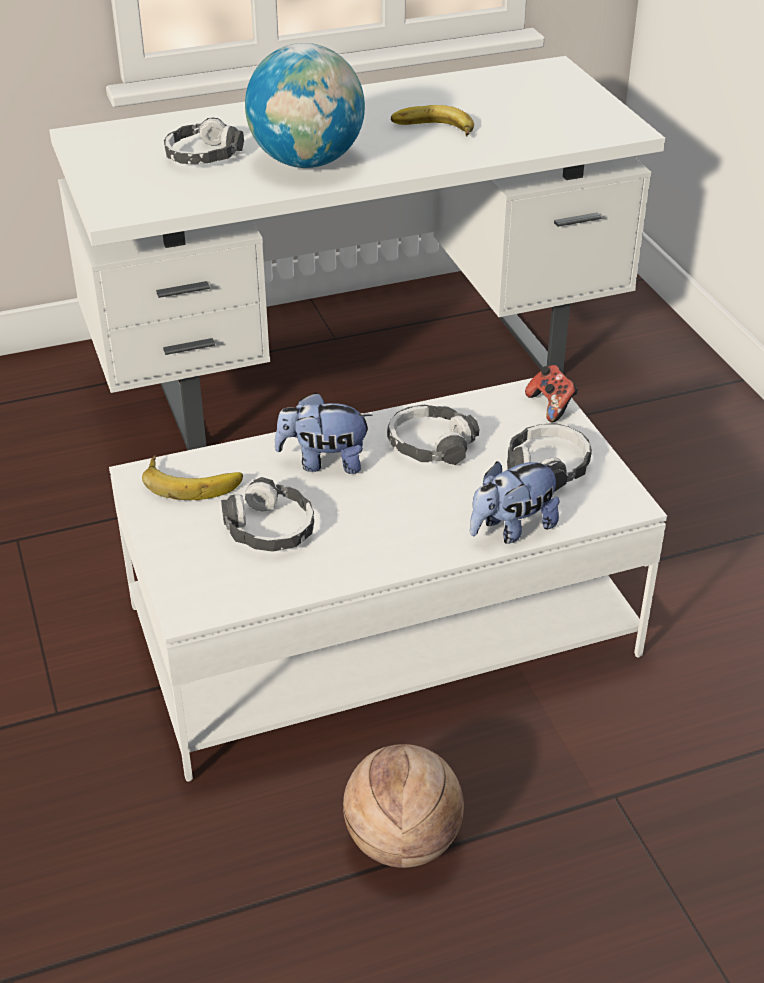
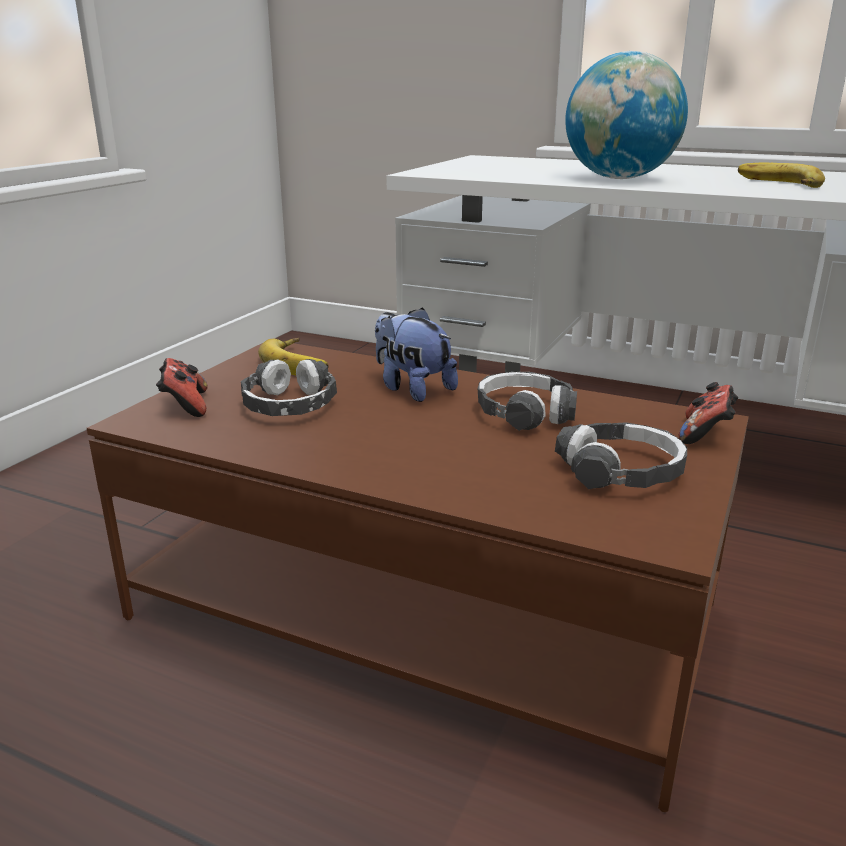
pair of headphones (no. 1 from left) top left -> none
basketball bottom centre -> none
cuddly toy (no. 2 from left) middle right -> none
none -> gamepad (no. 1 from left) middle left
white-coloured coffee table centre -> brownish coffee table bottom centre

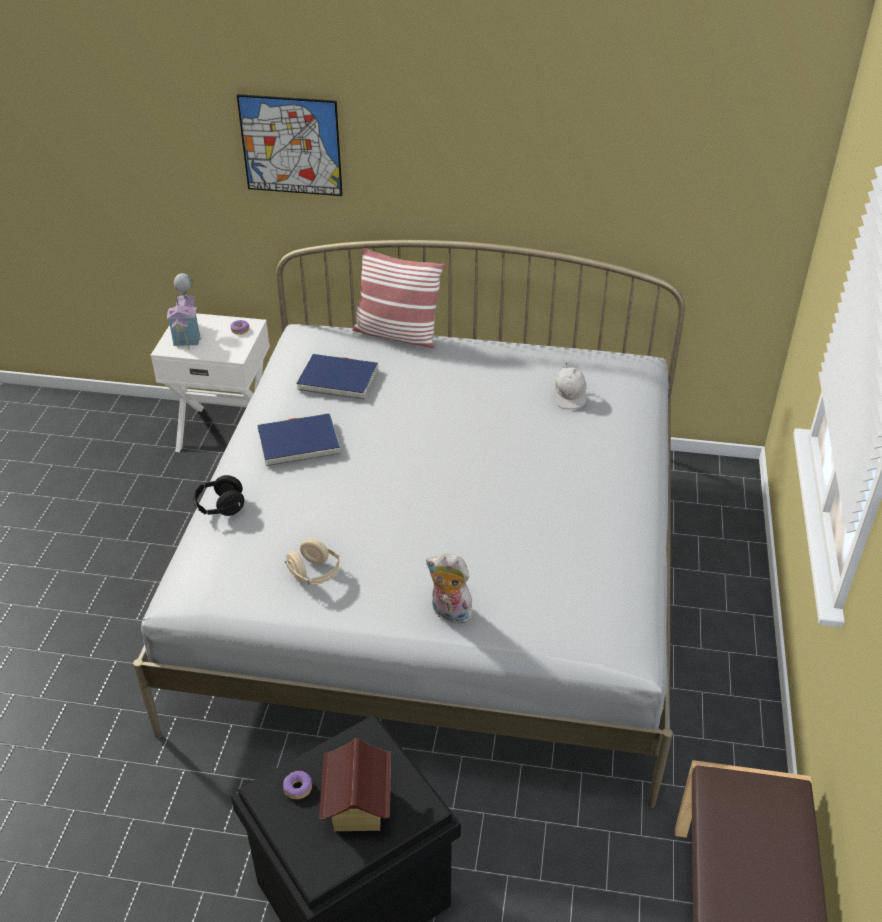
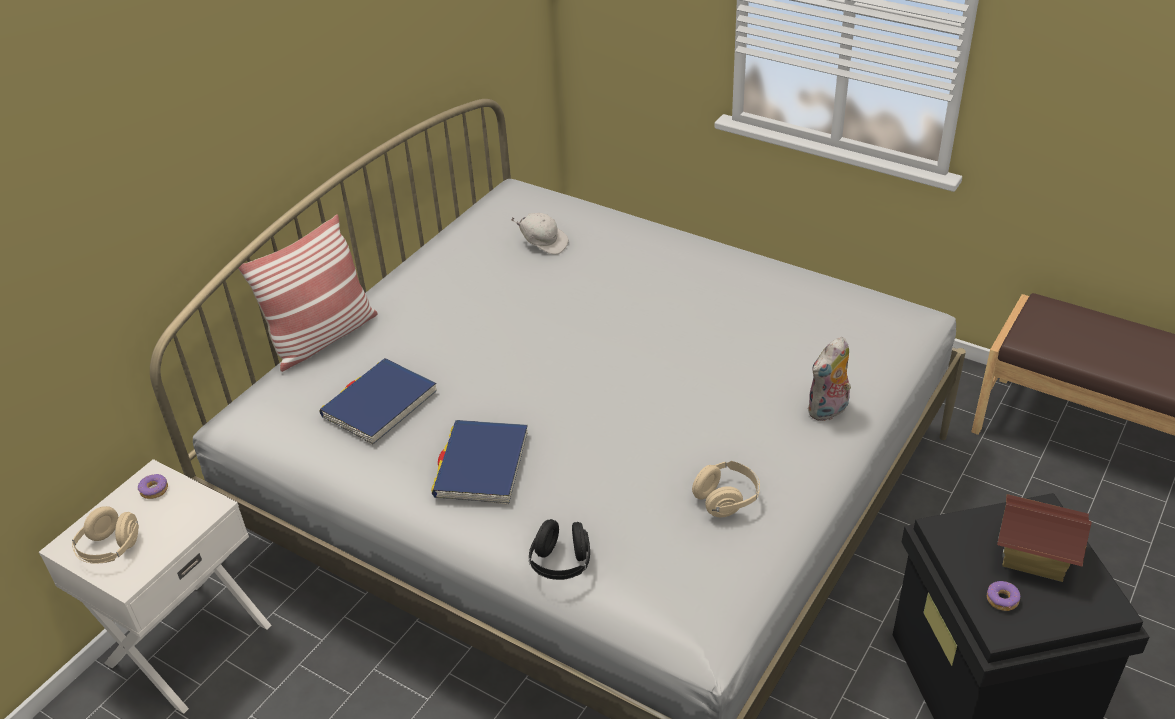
wall art top left -> none
model house (no. 1 from left) middle left -> sand-coloured pair of headphones (no. 1 from left) bottom left

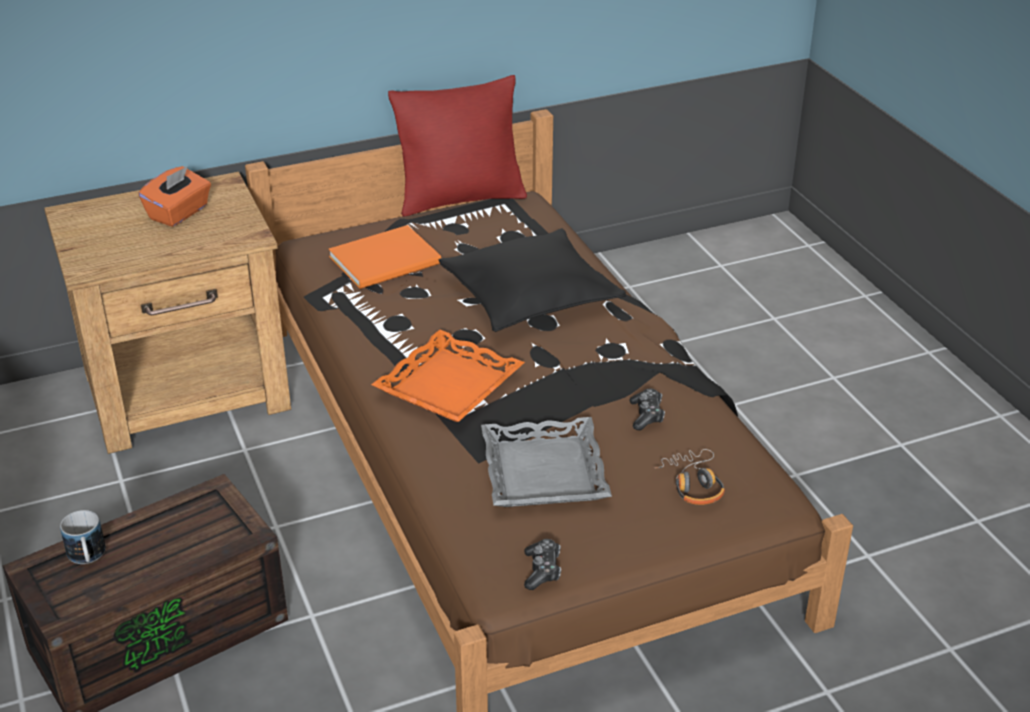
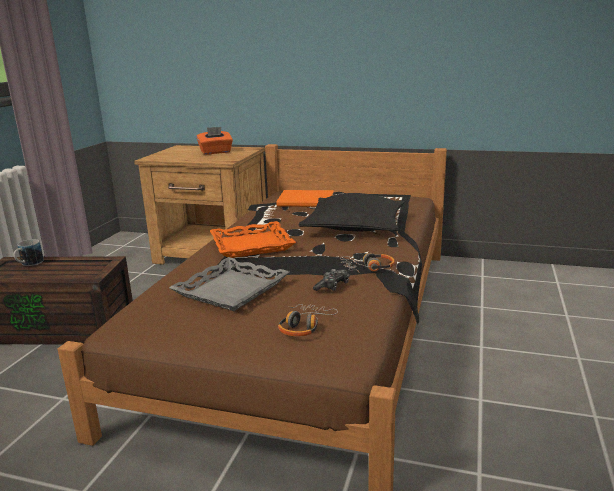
reddish throw pillow top centre -> none
gamepad (no. 1 from left) bottom centre -> none
none -> pair of headphones (no. 2 from left) centre

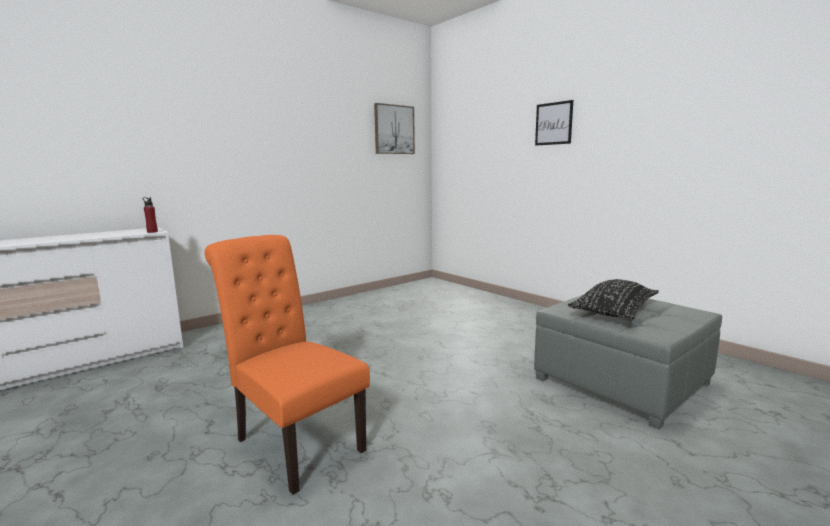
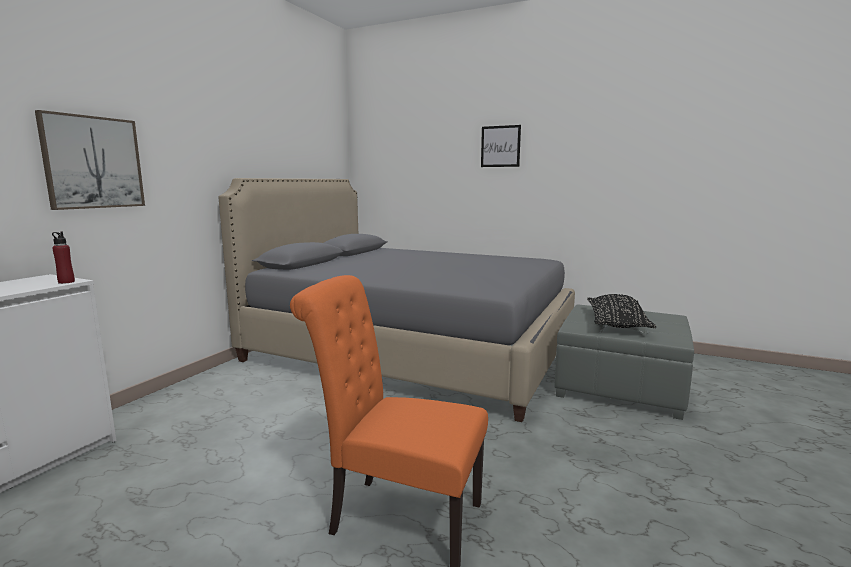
none -> grey bed centre
wall art (no. 1 from left) top centre -> wall art (no. 1 from left) top left, relocated

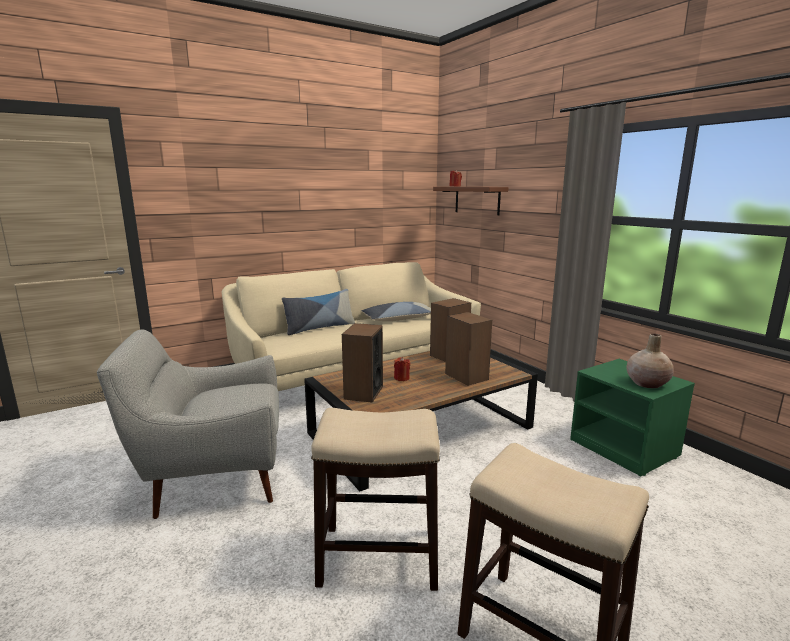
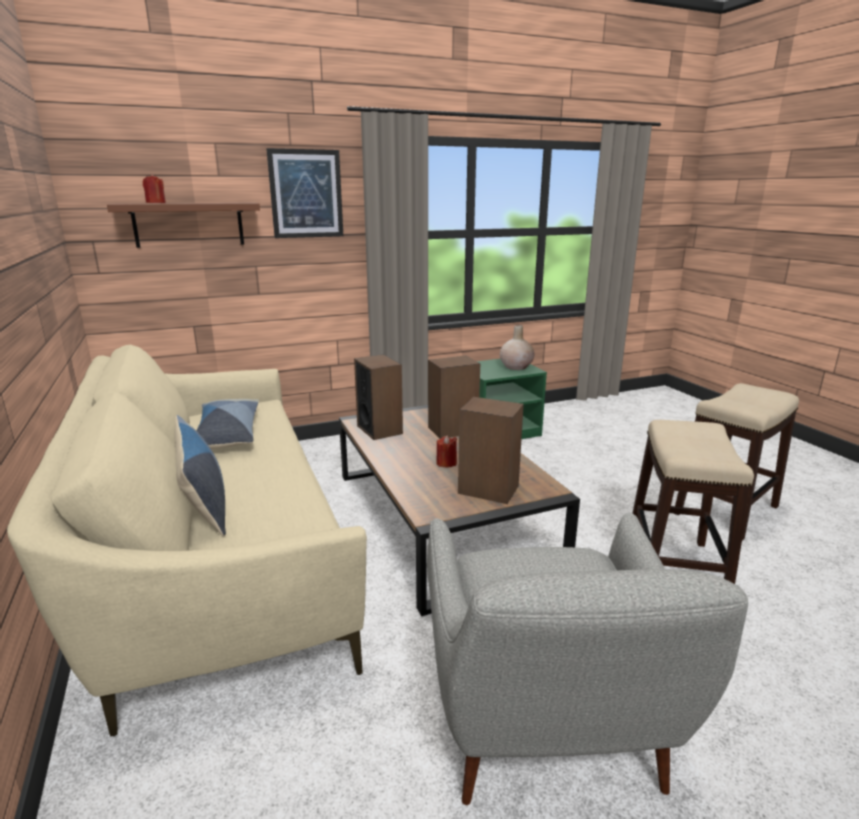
none -> wall art top centre

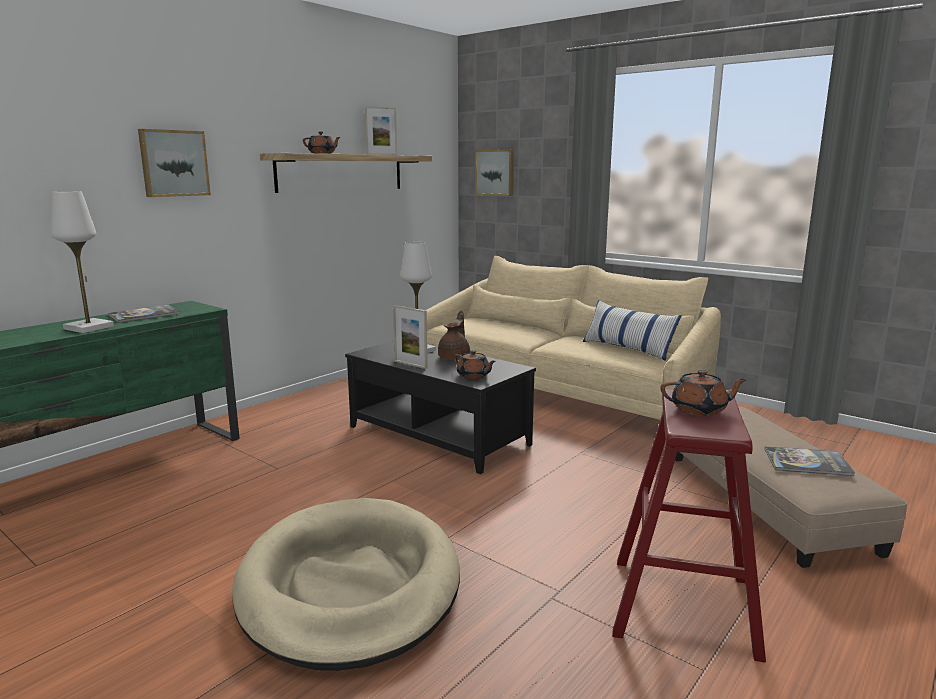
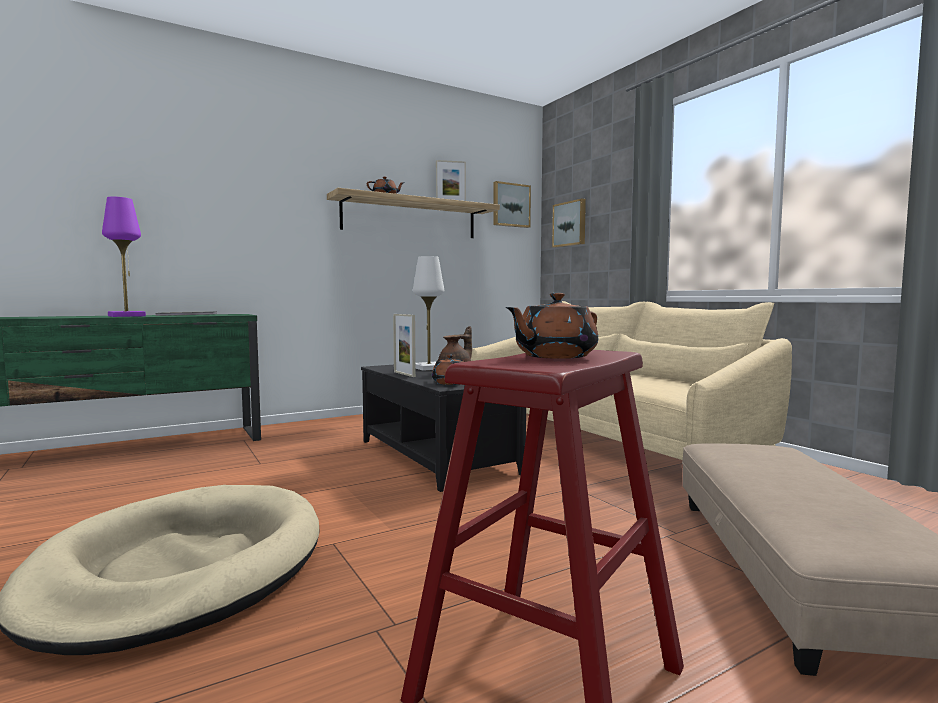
throw pillow middle right -> none
volume (no. 2 from left) middle right -> none
wall art (no. 1 from left) top left -> wall art (no. 1 from left) top centre, relocated
white-coloured lamp for a table (no. 1 from left) middle left -> purple lamp for a table middle left
brownish pot for tea (no. 4 from left) middle right -> brownish pot for tea (no. 4 from left) centre, 120 degrees clockwise

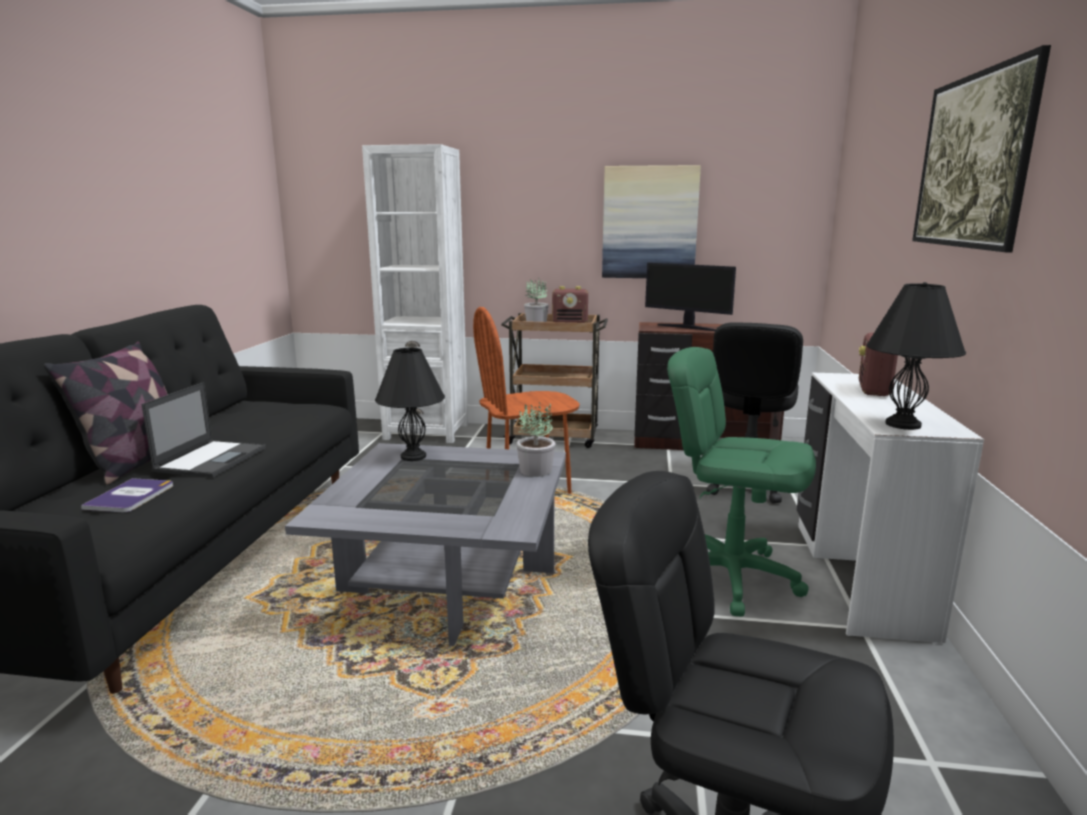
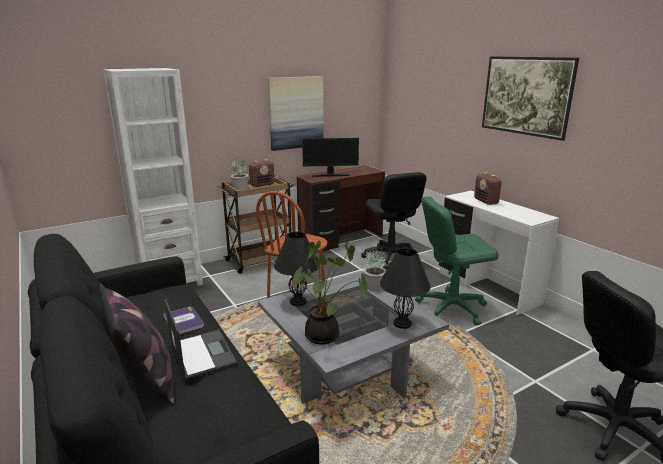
none -> plant in a pot (no. 2 from left) centre
volume middle left -> volume bottom left, relocated
blackish lamp for a table (no. 2 from left) middle right -> blackish lamp for a table (no. 2 from left) centre, relocated

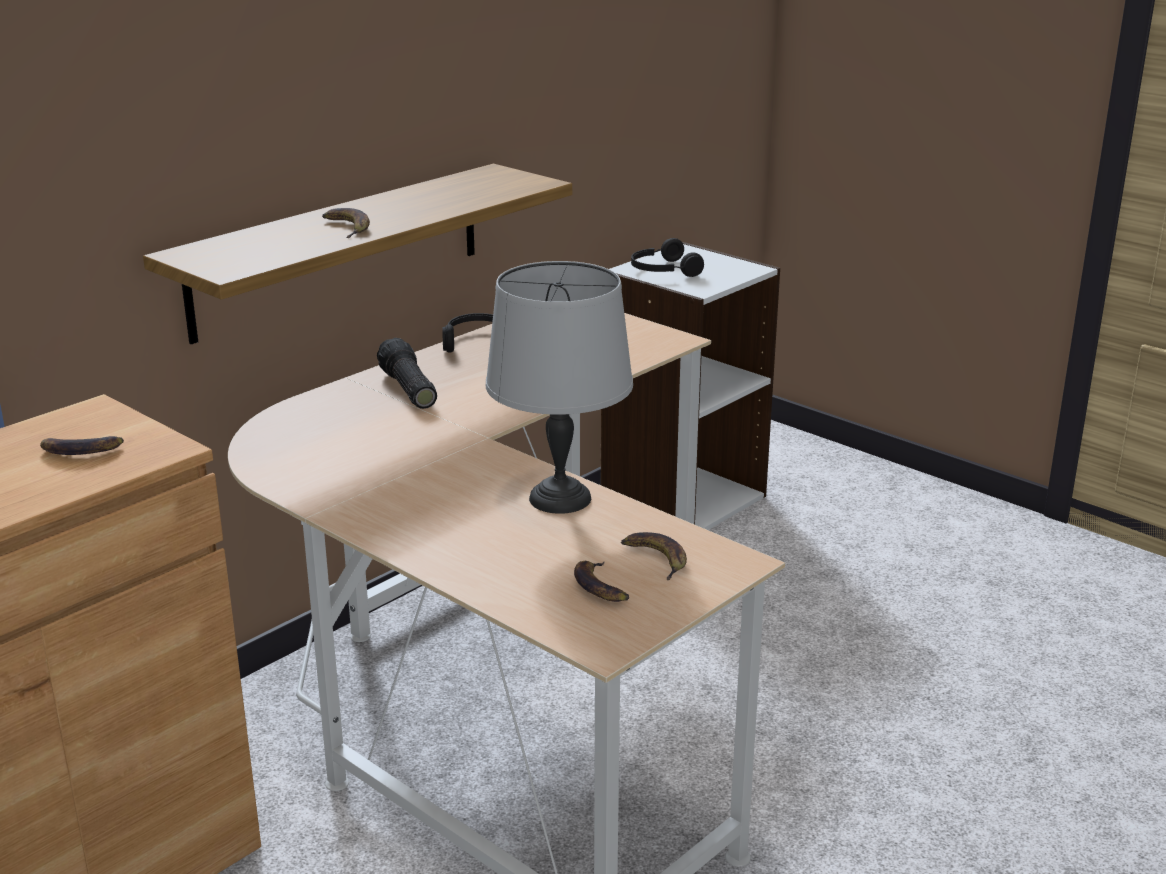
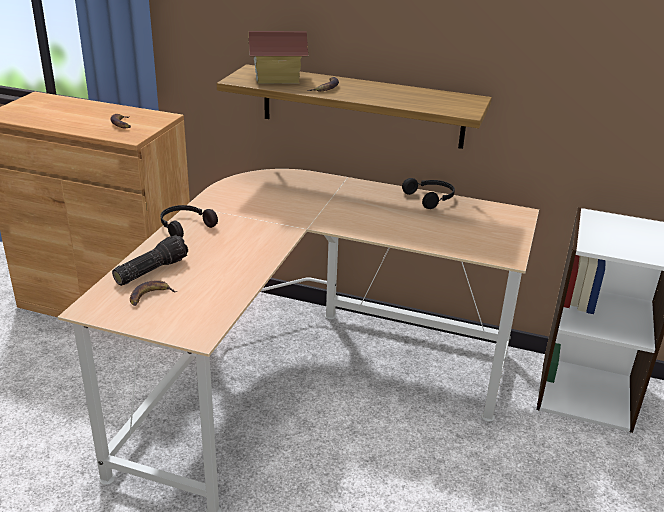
grey lamp for a table centre -> none
whole banana (no. 4 from left) centre -> none
none -> model house top centre
flashlight centre -> flashlight middle left, relocated
blackish pair of headphones (no. 2 from left in the first image) top centre -> blackish pair of headphones (no. 1 from left) middle left, relocated

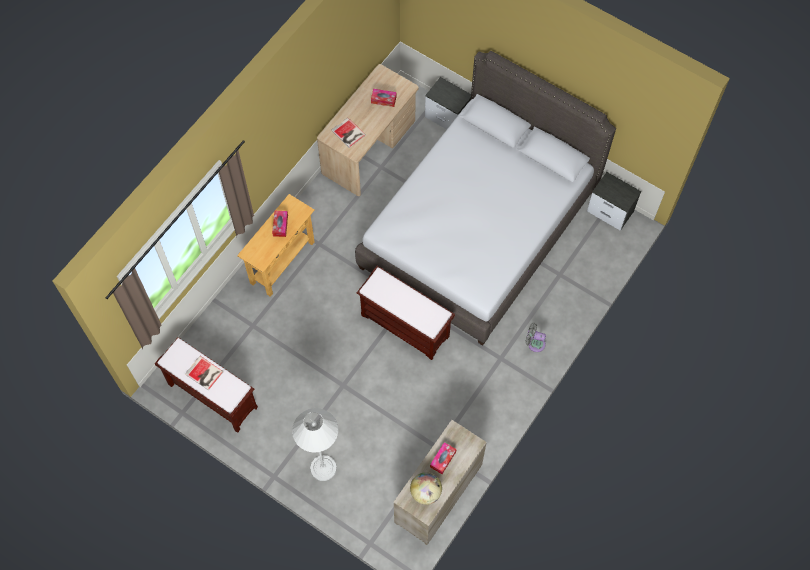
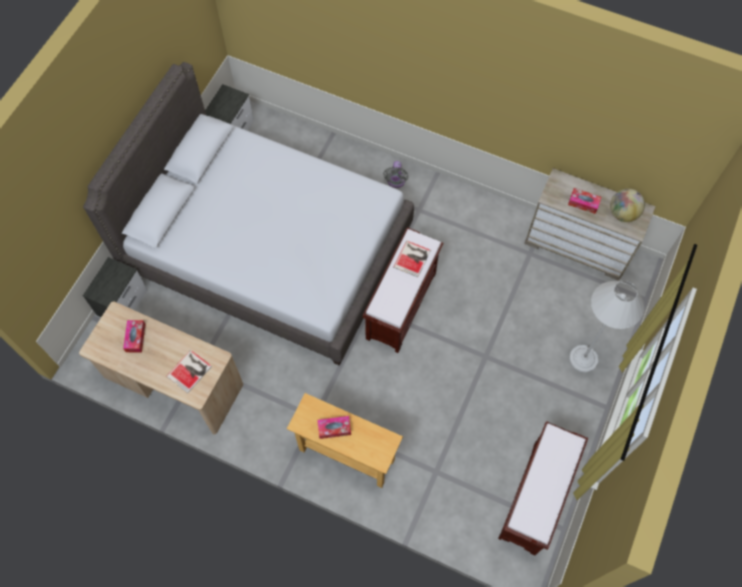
volume (no. 1 from left in the first image) middle left -> volume (no. 2 from left) centre, relocated

